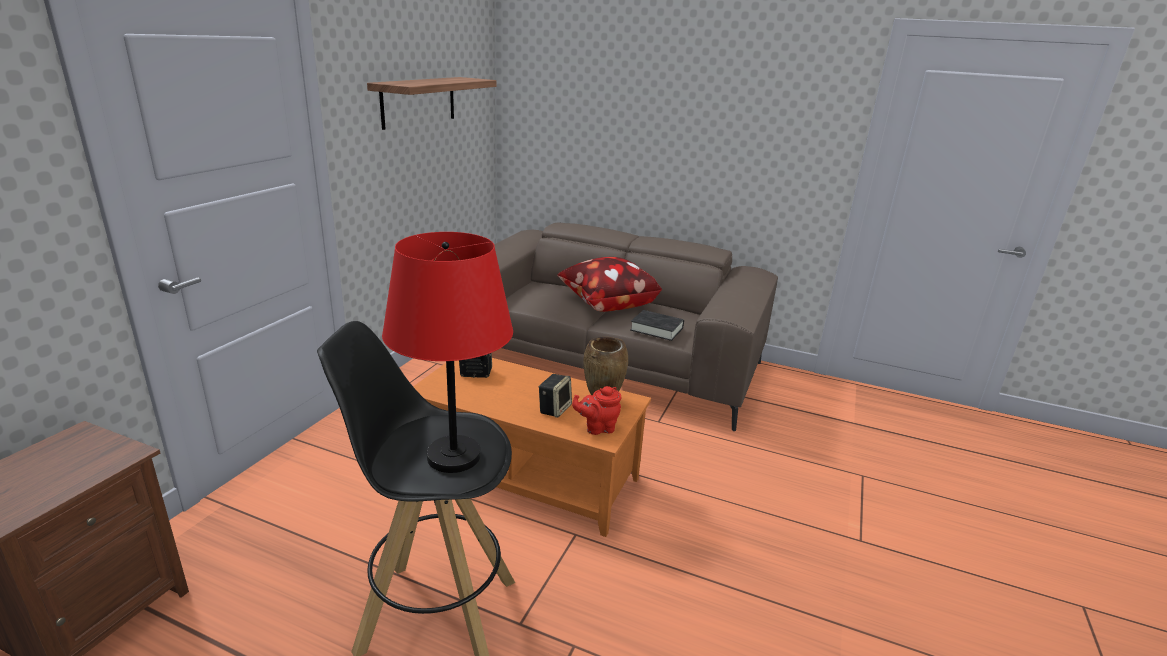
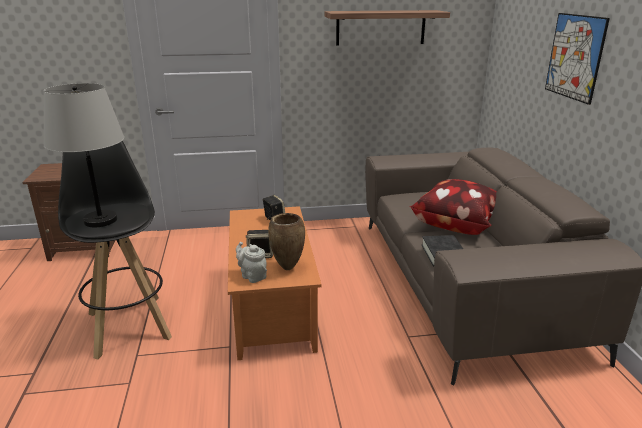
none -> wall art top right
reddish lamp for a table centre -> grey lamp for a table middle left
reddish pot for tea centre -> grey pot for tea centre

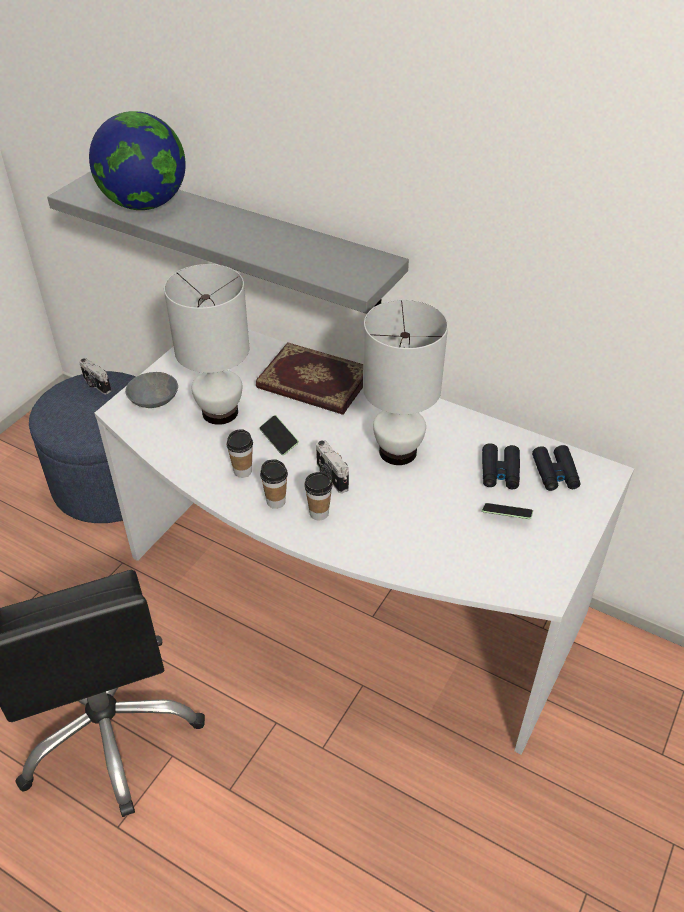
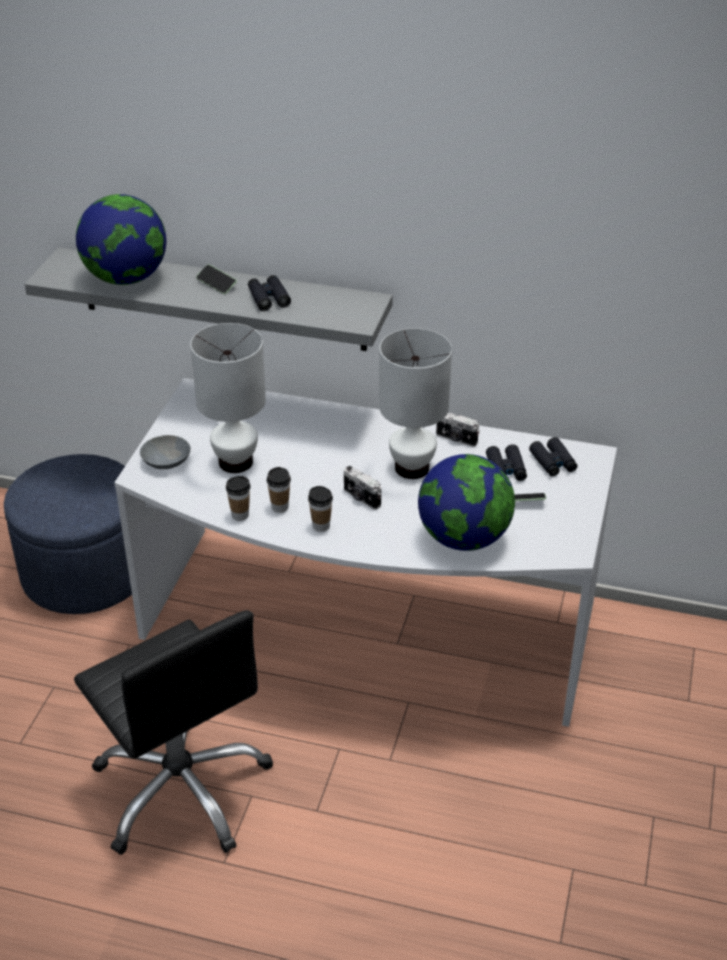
volume centre -> none
none -> blackish field glasses (no. 1 from left) top centre
none -> world globe (no. 2 from left) centre
still camera (no. 1 from left in the first image) middle left -> still camera (no. 2 from left) centre, relocated
telephone (no. 1 from left) centre -> telephone (no. 1 from left) top left, relocated
drinking cup (no. 3 from left in the first image) centre -> drinking cup (no. 1 from left) middle left, relocated

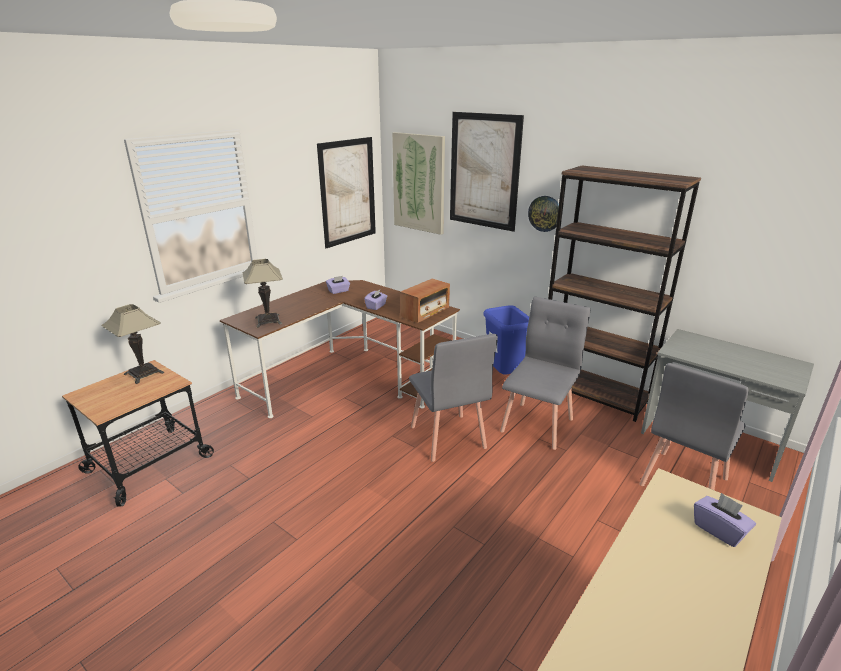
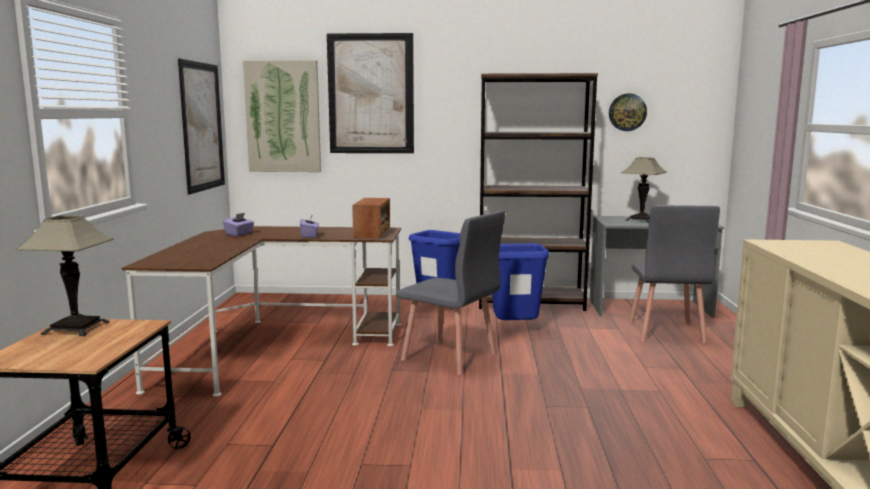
purple tissue box (no. 3 from left) bottom right -> none
lamp for a table (no. 2 from left) middle left -> lamp for a table (no. 2 from left) middle right, relocated
clock on the wall top centre -> clock on the wall top right, relocated
grey plain chair (no. 2 from left) centre -> blue waste bin (no. 2 from left) centre

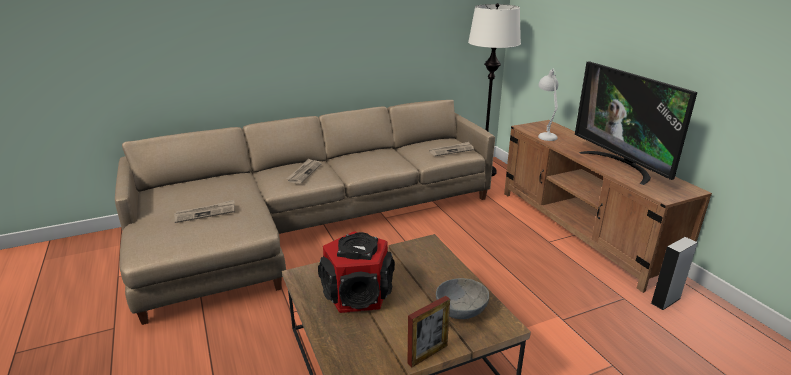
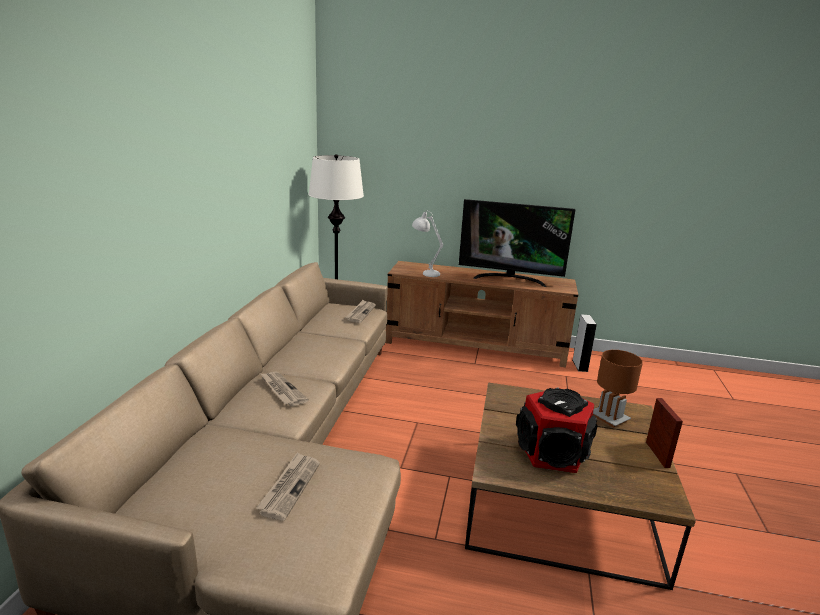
grey deep dish bottom centre -> brownish lamp for a table middle right

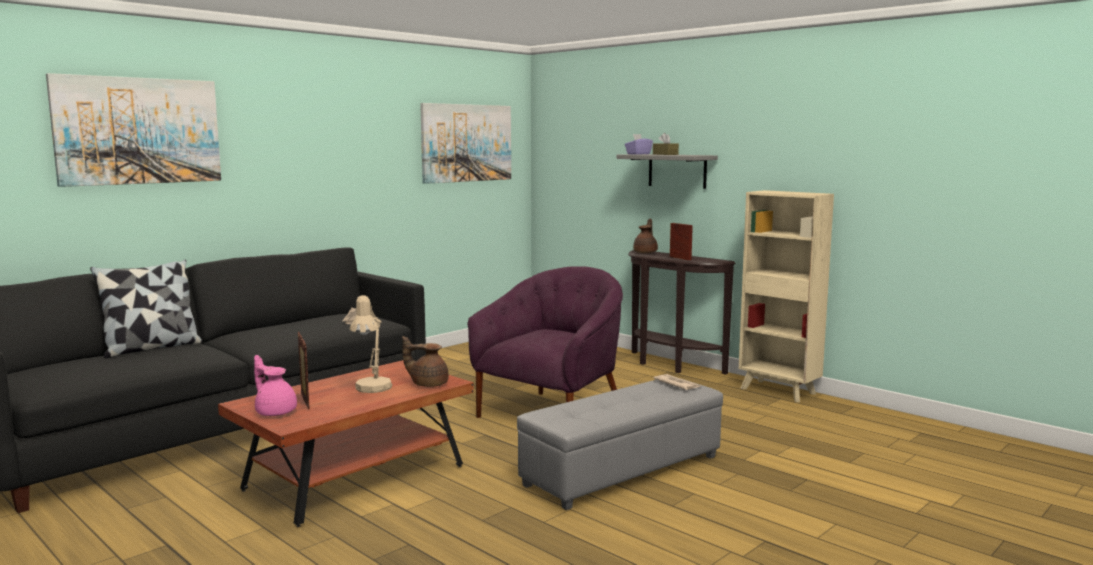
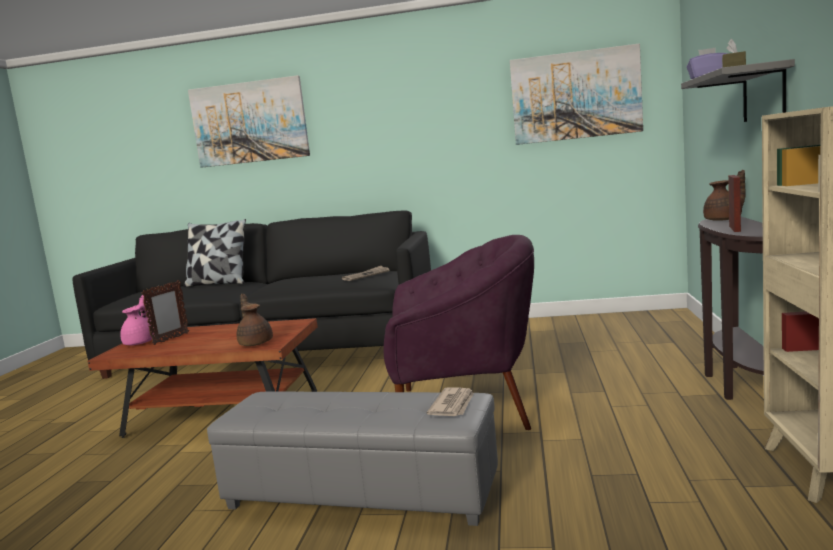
sand-coloured lamp for a table centre -> none

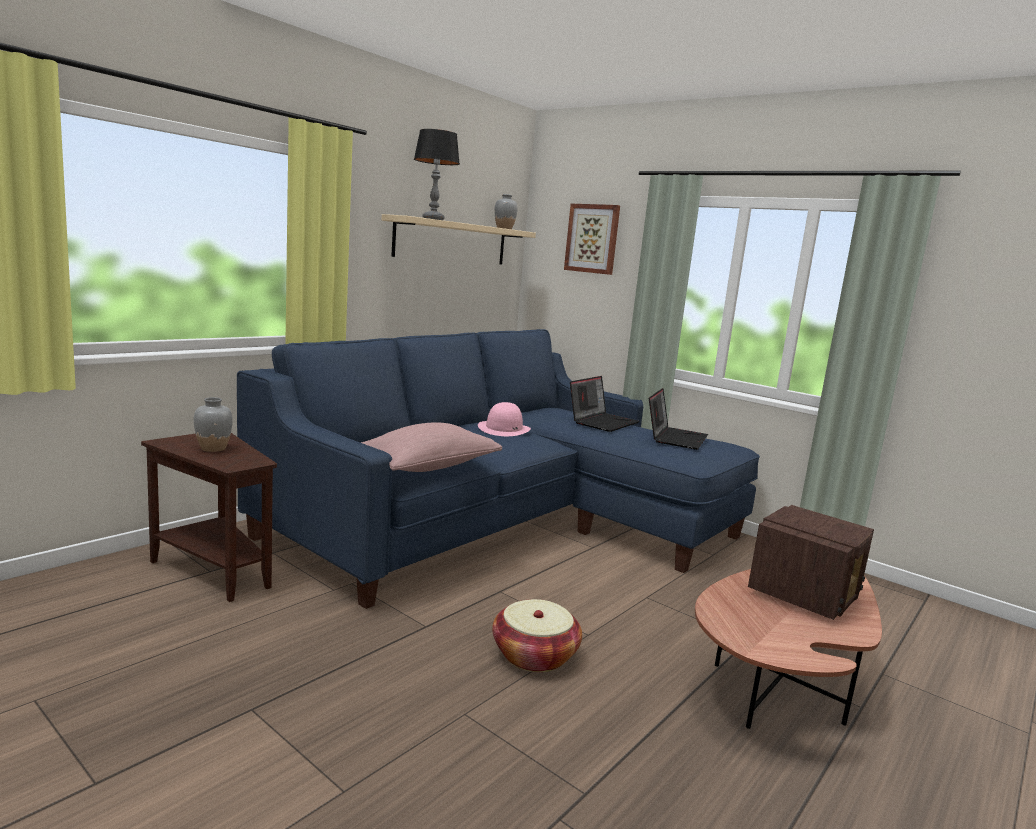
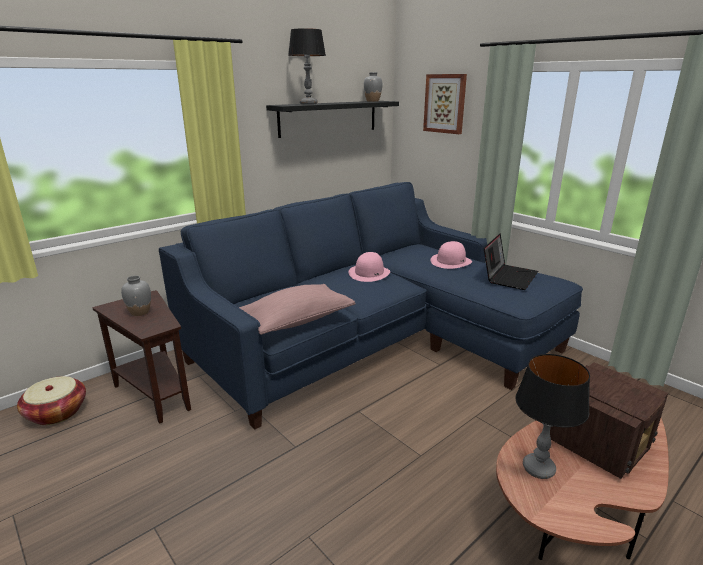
none -> lamp for a table (no. 2 from left) bottom right
household basket bottom centre -> household basket bottom left, relocated
notebook computer (no. 1 from left) centre -> pinkish wearable hat (no. 2 from left) centre
sand-coloured bracket shelf top centre -> blackish bracket shelf top centre

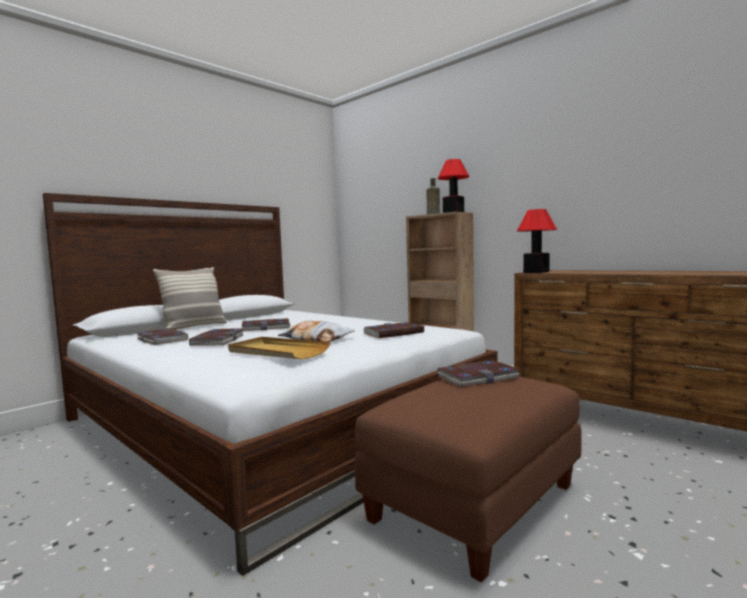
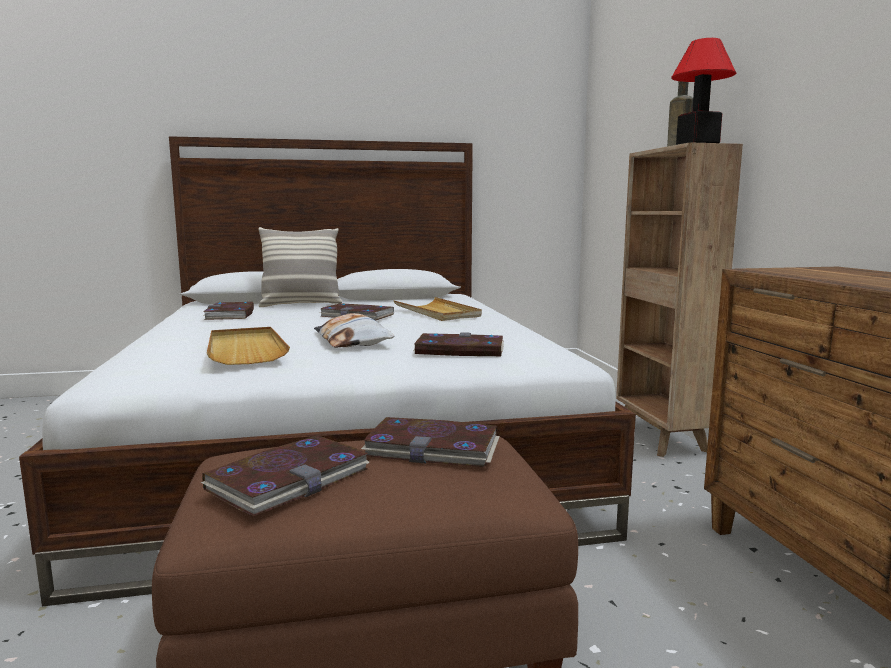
lamp for a table (no. 2 from left) middle right -> none
none -> sand-coloured tray (no. 2 from left) centre
volume (no. 2 from left) middle left -> volume (no. 2 from left) bottom left, relocated

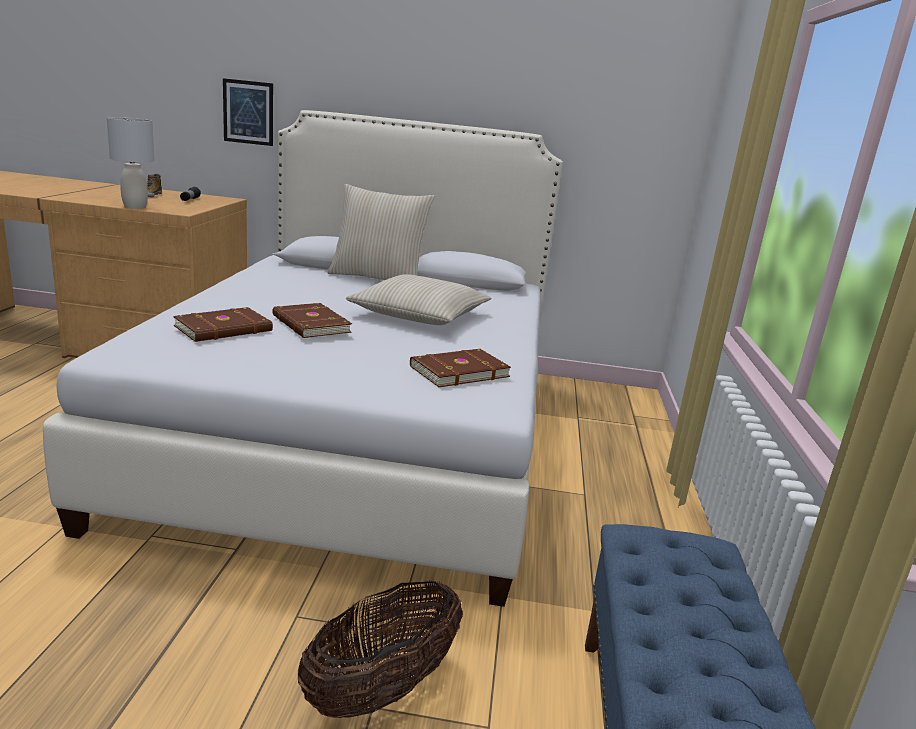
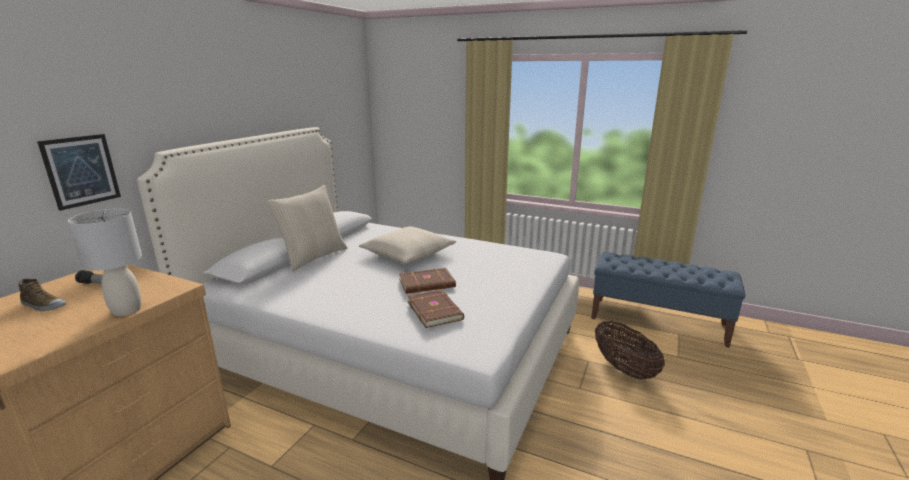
brownish volume (no. 3 from left) centre -> none

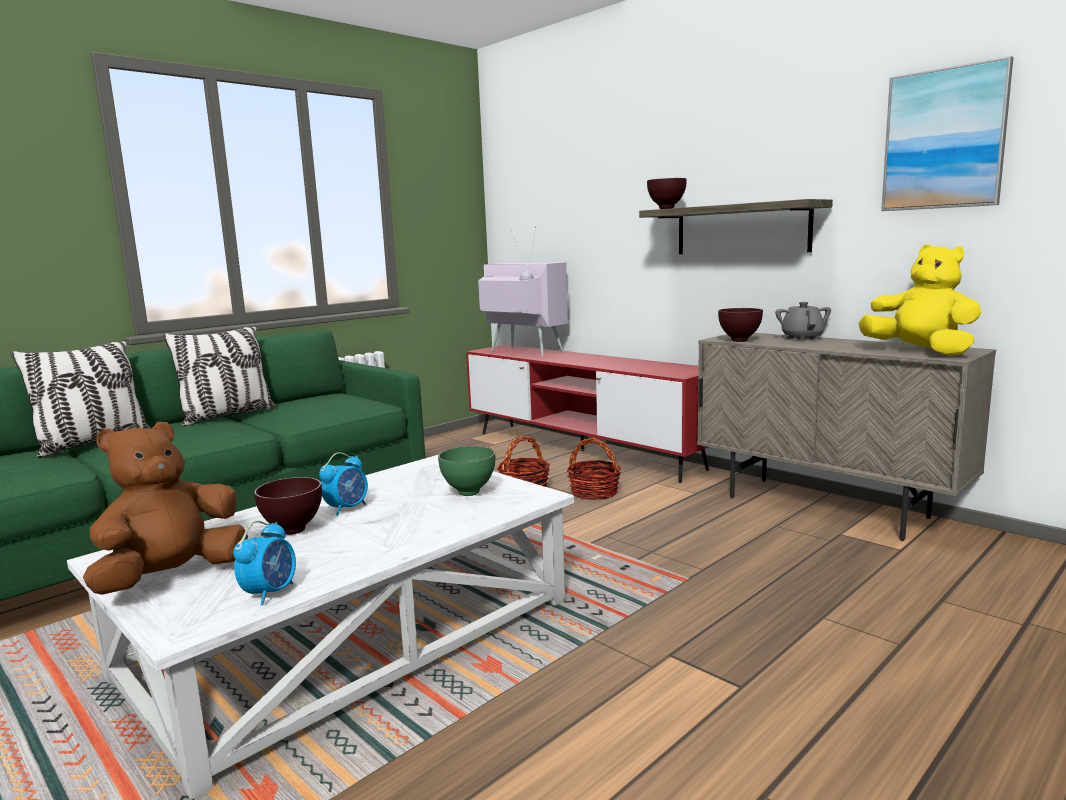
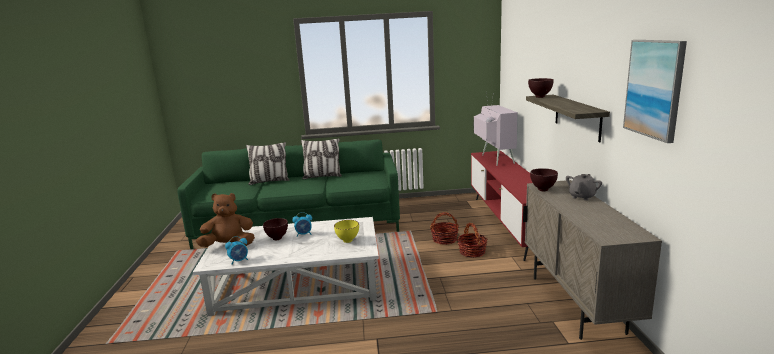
yellowish cuddly toy middle right -> none
green-coloured deep dish centre -> yellowish deep dish centre

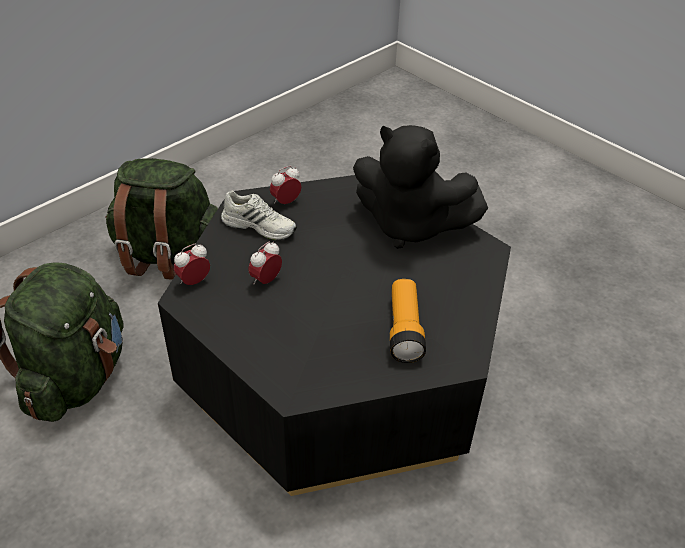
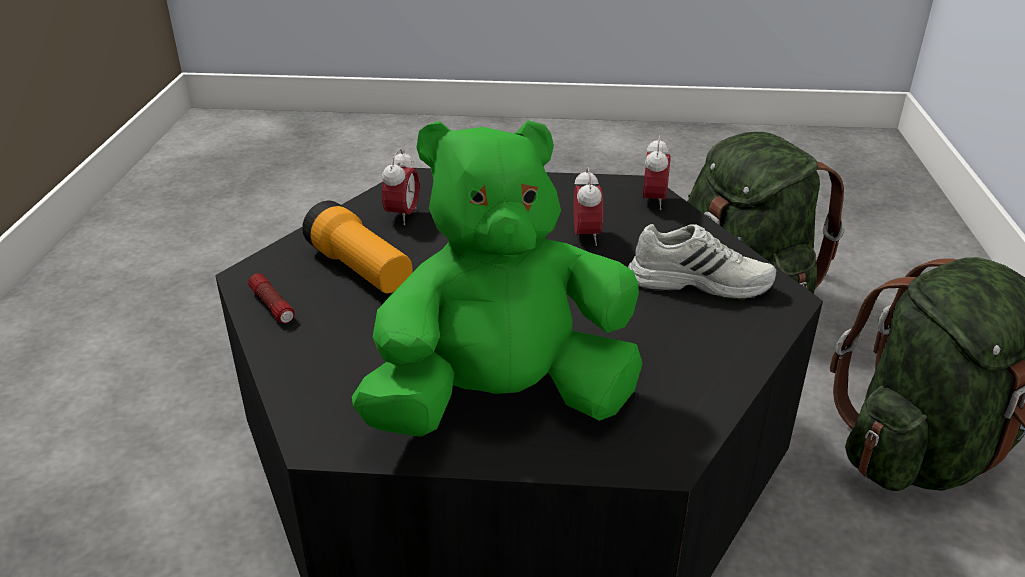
none -> flashlight (no. 1 from left) middle left
table clock (no. 3 from left in the first image) centre -> table clock (no. 1 from left) top centre, relocated
blackish cuddly toy centre -> green-coloured cuddly toy centre
white-coloured item of footwear centre -> white-coloured item of footwear middle right, 150 degrees counterclockwise

